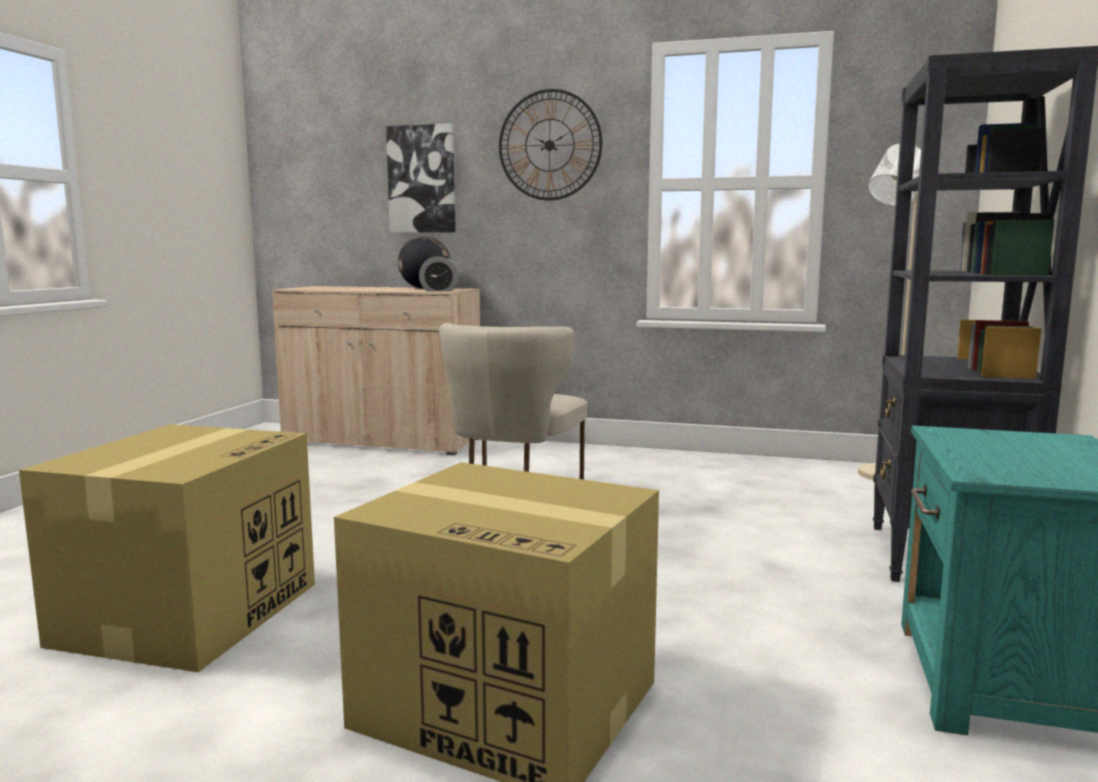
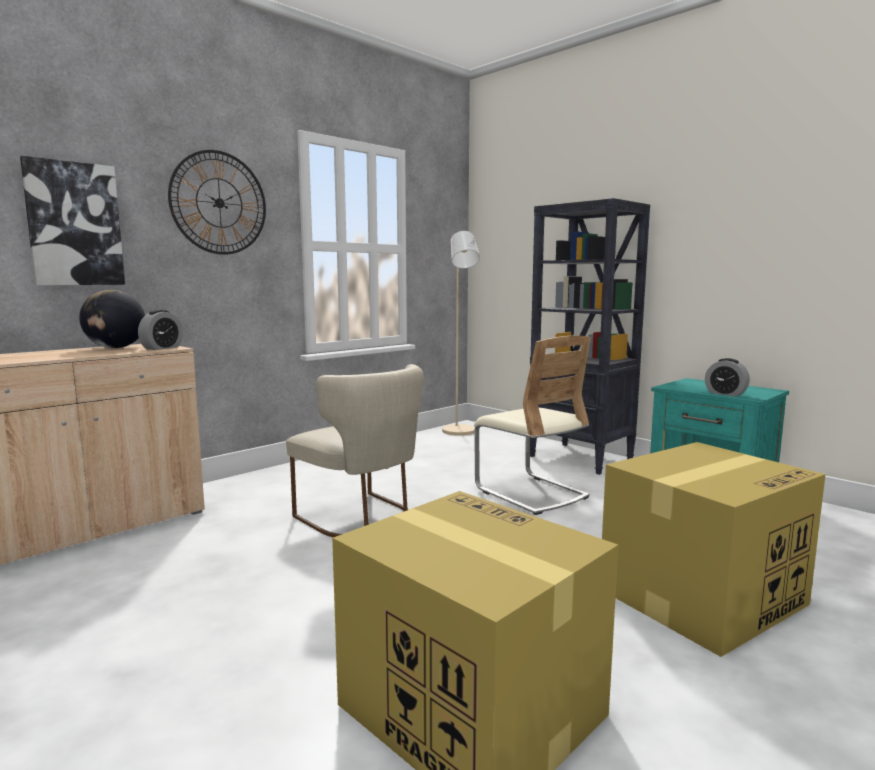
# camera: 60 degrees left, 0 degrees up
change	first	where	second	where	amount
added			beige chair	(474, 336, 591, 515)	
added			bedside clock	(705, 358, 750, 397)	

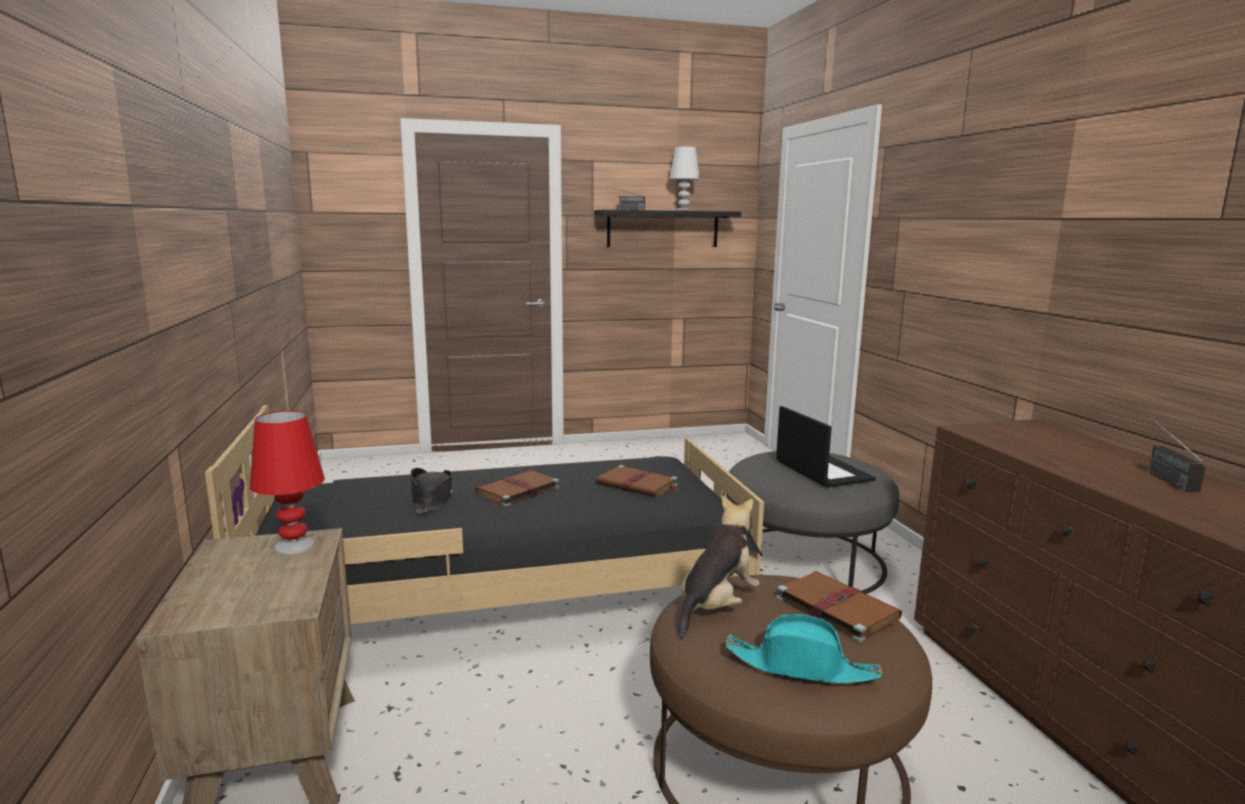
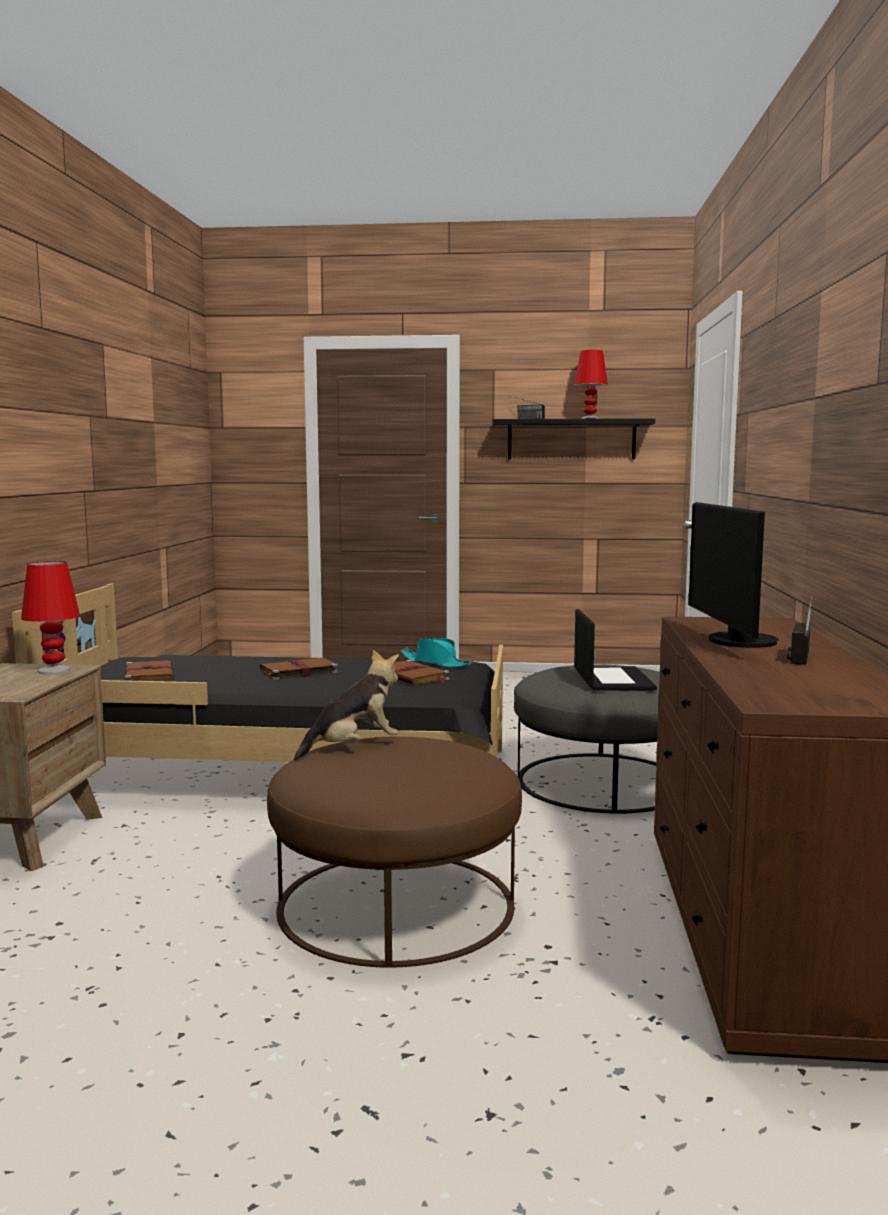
# camera: 20 degrees right, 5 degrees down
change	first	where	second	where	amount
moved	brown volume	(776, 572, 902, 642)		(125, 660, 174, 681)	
moved	turquoise wearable hat	(725, 614, 882, 684)		(400, 638, 472, 667)	
recoloured	white tabletop lamp	(670, 147, 700, 211)	red-coloured tabletop lamp	(574, 350, 608, 419)	
added			computer display	(688, 502, 779, 648)	
removed	blackish wearable hat	(410, 468, 453, 513)			

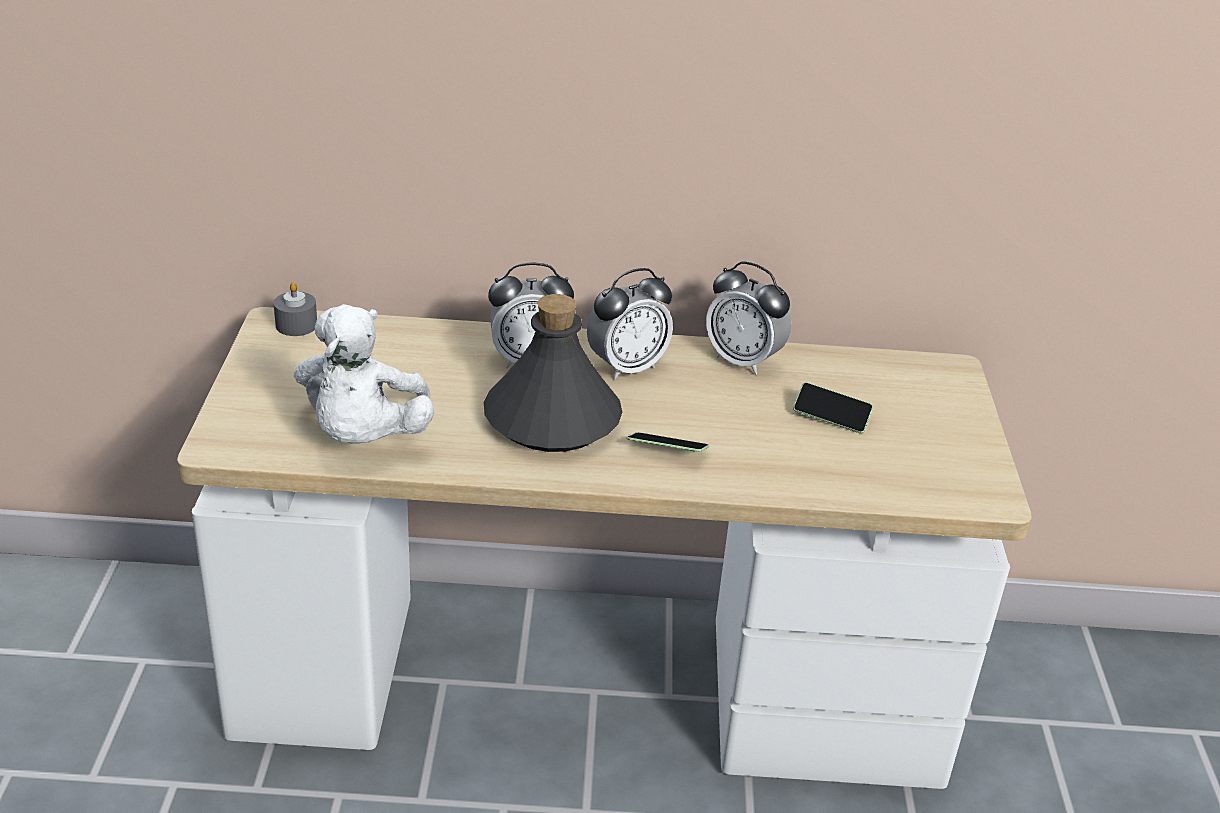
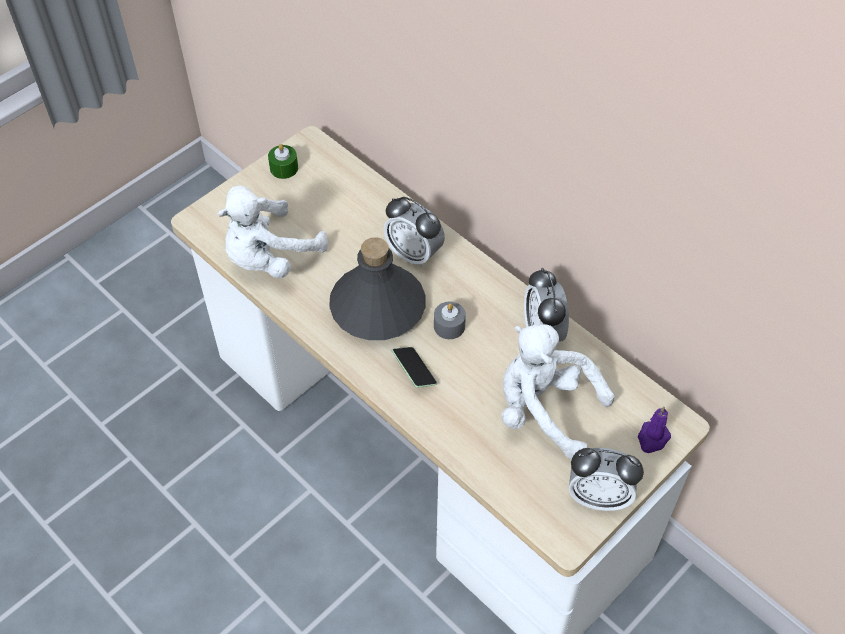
# camera: 45 degrees right, 20 degrees up
change	first	where	second	where	amount
added			green-coloured wax light	(268, 144, 298, 179)	
moved	greyish wax light	(274, 282, 317, 336)		(434, 302, 466, 339)	
replaced	telephone	(793, 382, 873, 433)	white cuddly toy	(501, 324, 615, 460)	
moved	bedside clock	(587, 268, 673, 380)		(569, 448, 644, 511)	
added			purplish wax light	(638, 406, 671, 453)	

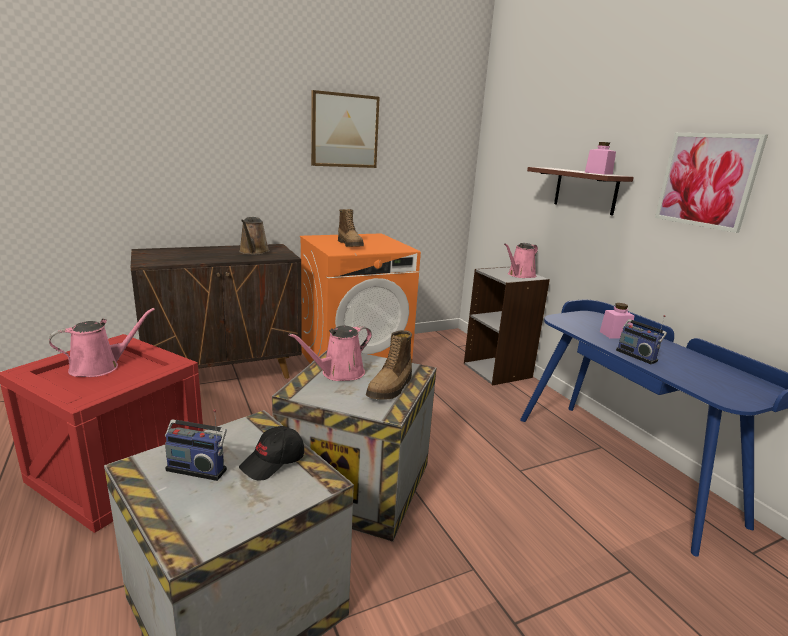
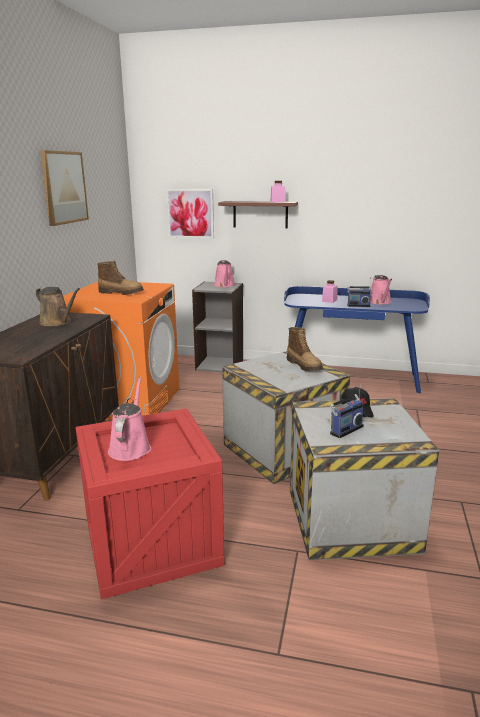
# camera: 50 degrees left, 0 degrees up
change	first	where	second	where	amount
moved	picture	(655, 133, 768, 233)		(166, 189, 214, 239)	
moved	pink sprinkling can	(288, 326, 372, 381)		(370, 275, 392, 305)	

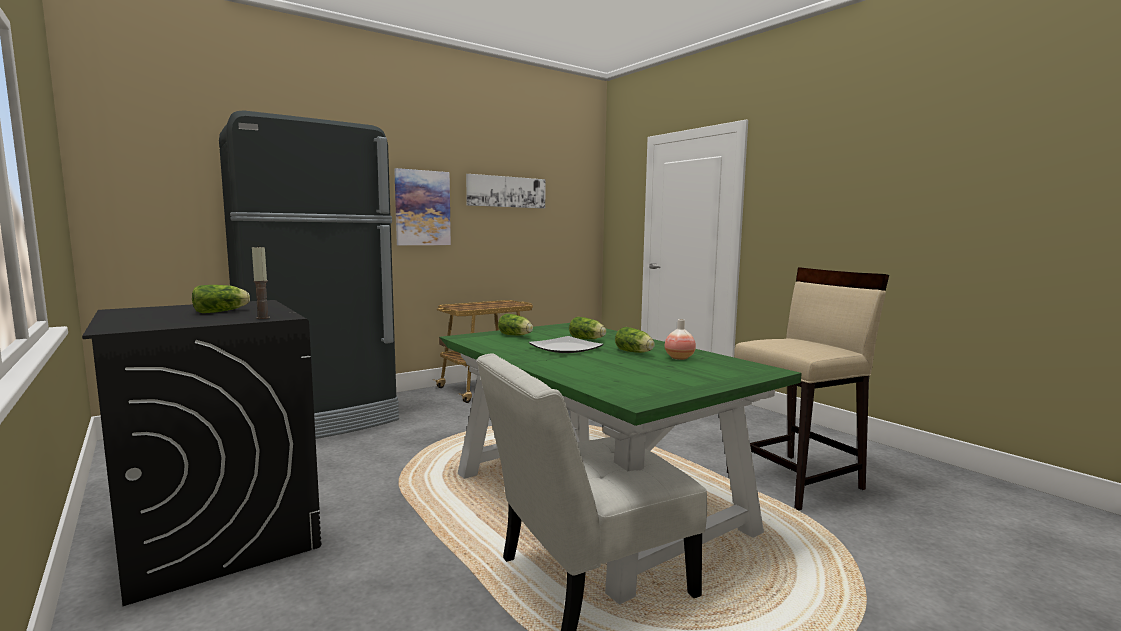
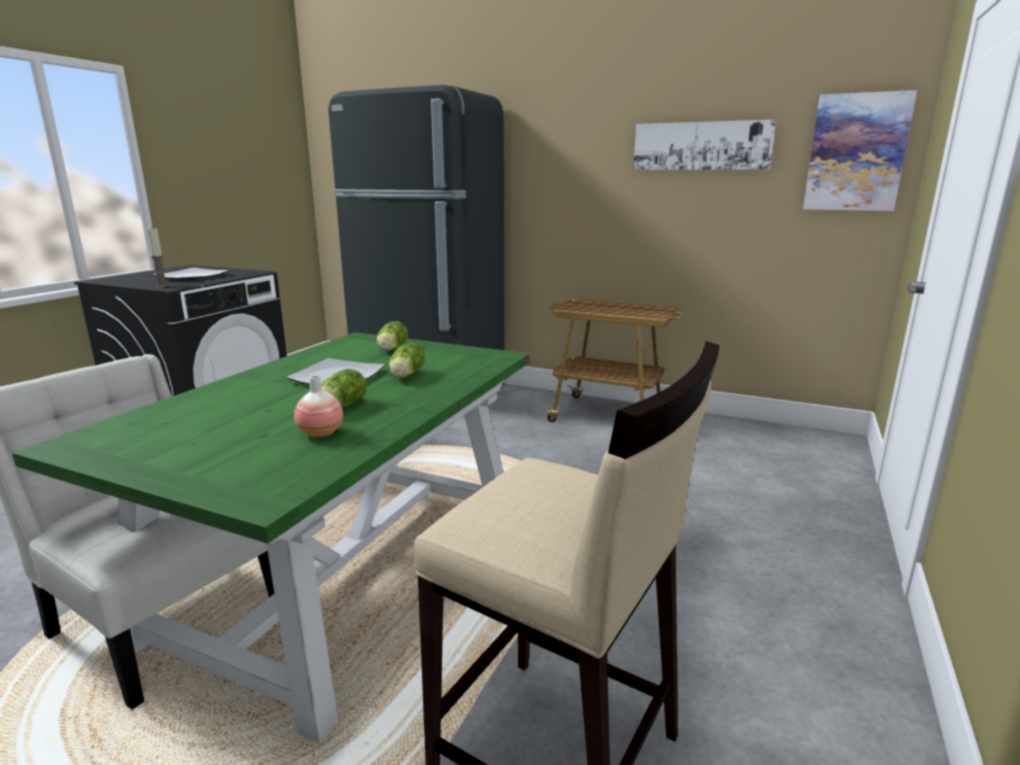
# camera: 60 degrees right, 10 degrees up
change	first	where	second	where	amount
replaced	lettuce head	(192, 285, 250, 313)	flat dish	(153, 268, 229, 280)	
moved	picture	(394, 168, 451, 245)		(803, 90, 917, 211)	

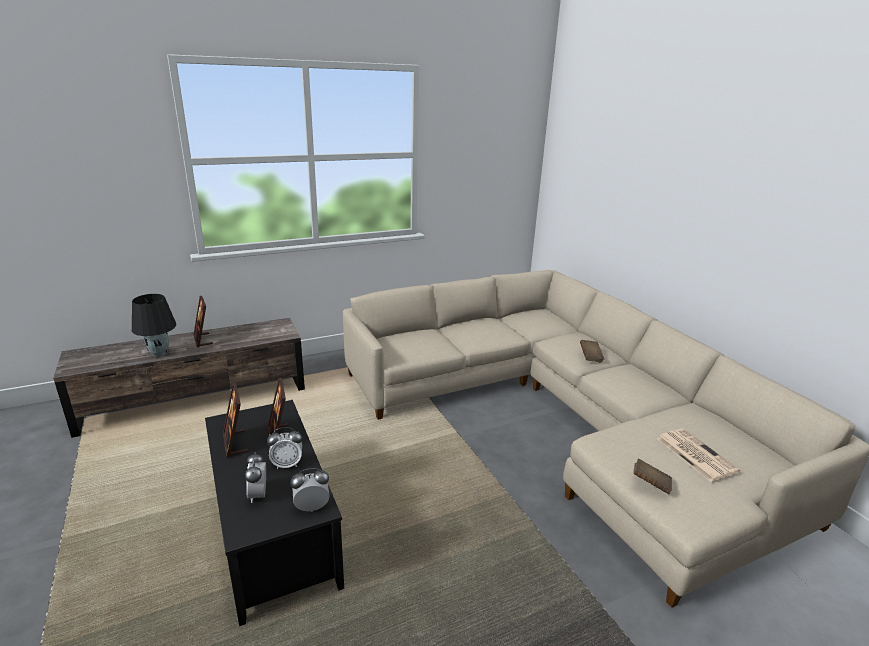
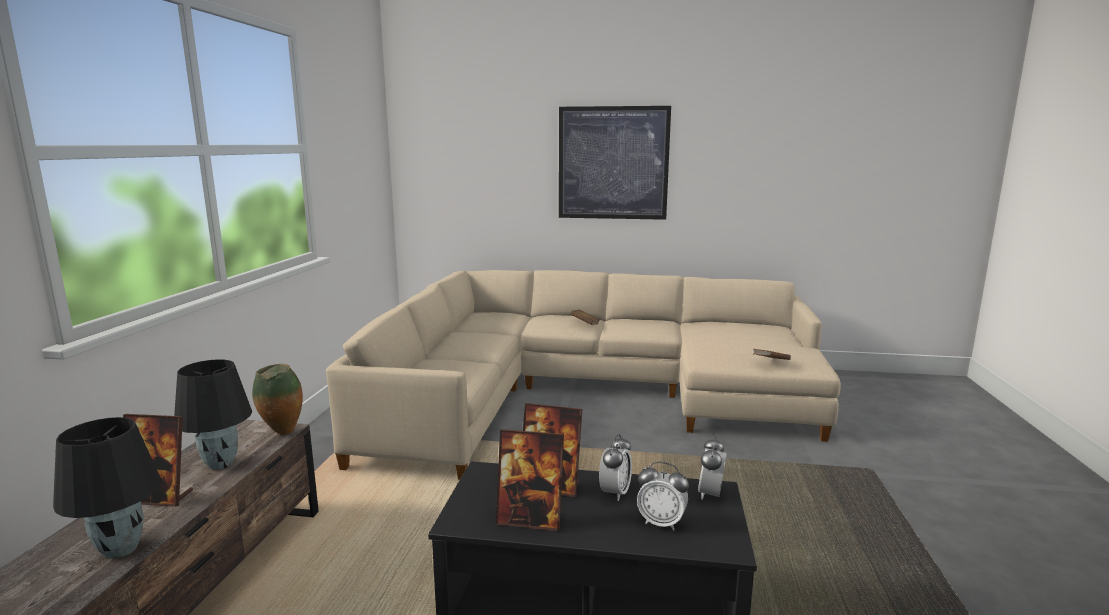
# camera: 55 degrees left, 10 degrees down
change	first	where	second	where	amount
added			blackish tabletop lamp	(174, 359, 252, 470)	
added			decorative vase	(252, 364, 303, 435)	
added			picture	(559, 106, 671, 220)	
removed	daily paper	(657, 429, 740, 482)			

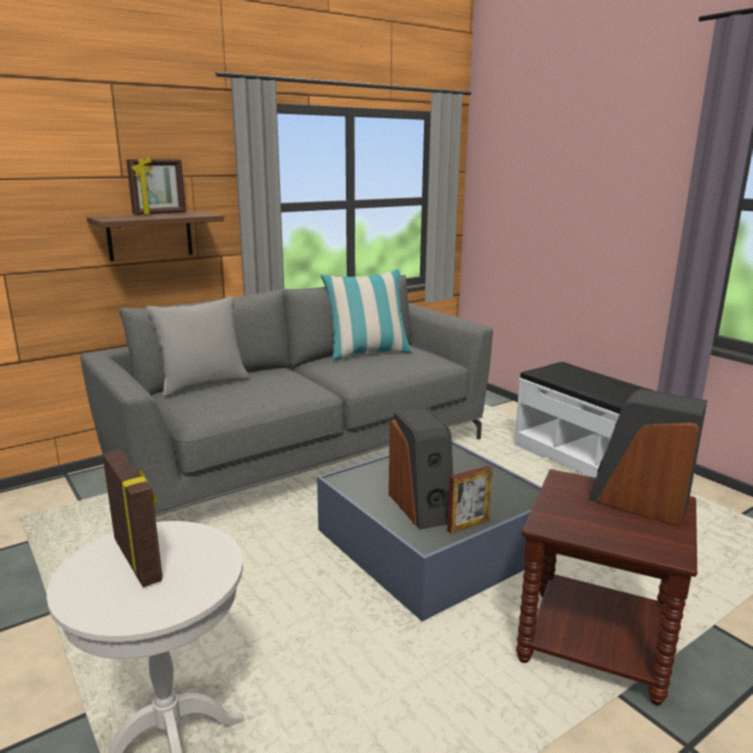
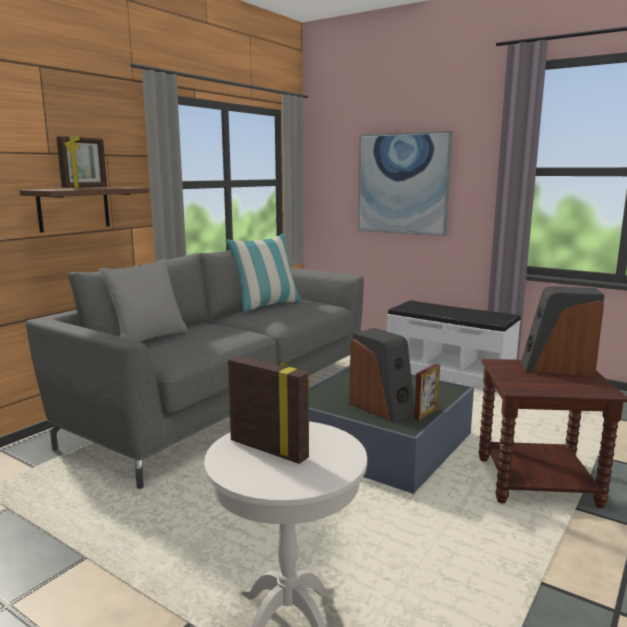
# camera: 20 degrees left, 5 degrees down
change	first	where	second	where	amount
added			picture	(358, 131, 453, 236)	

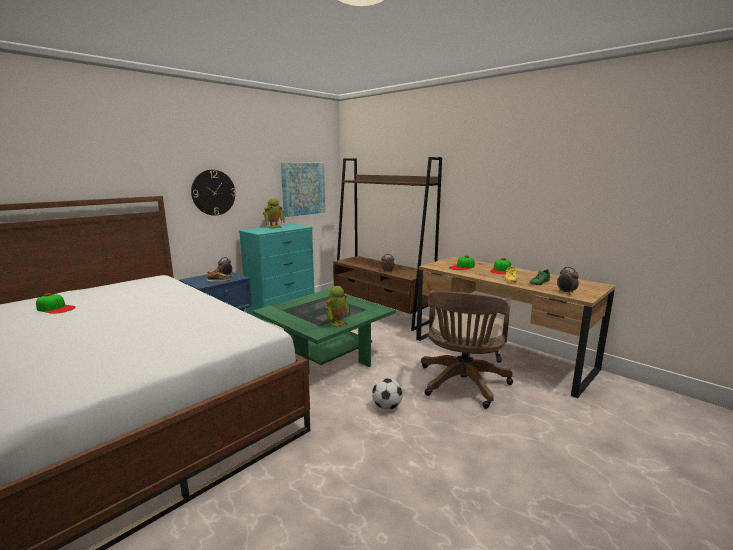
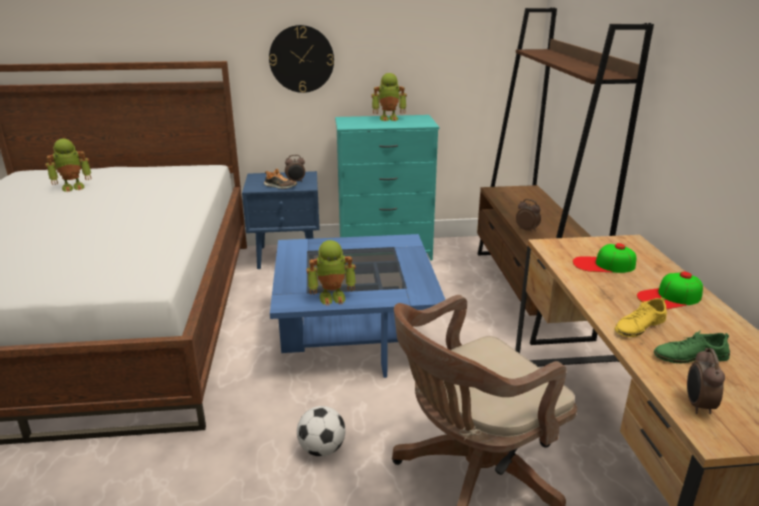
# camera: 40 degrees right, 10 degrees up
change	first	where	second	where	amount
replaced	peaked cap	(36, 293, 76, 314)	model robot	(45, 139, 92, 192)	
recoloured	green-coloured low table	(253, 289, 396, 374)	blue low table	(270, 234, 446, 378)	
removed	picture	(281, 163, 325, 217)			

